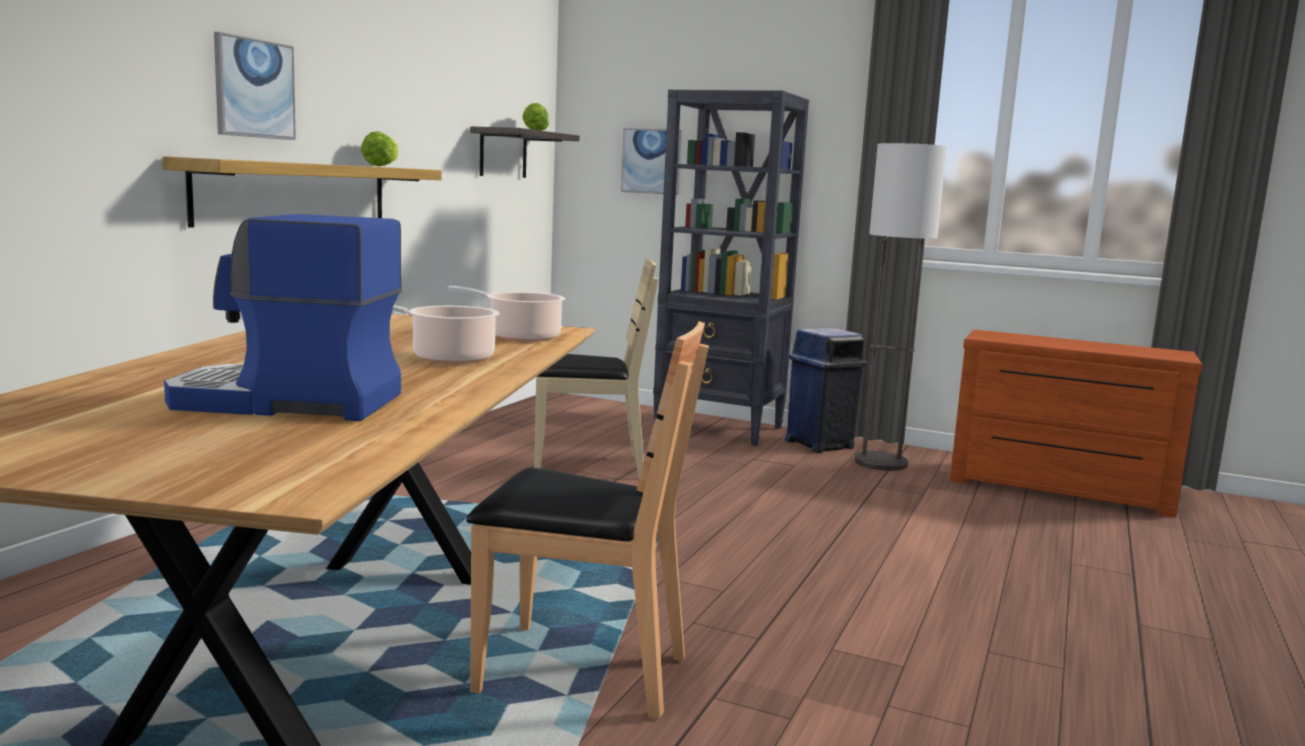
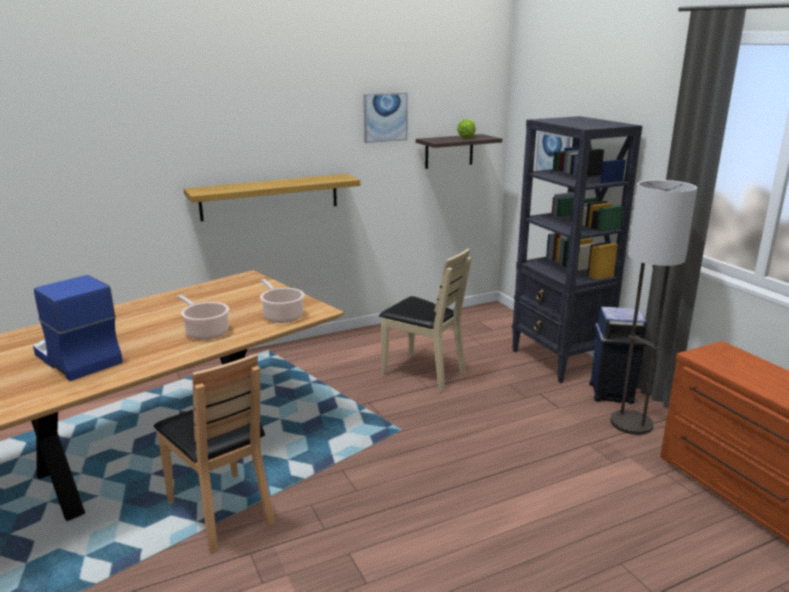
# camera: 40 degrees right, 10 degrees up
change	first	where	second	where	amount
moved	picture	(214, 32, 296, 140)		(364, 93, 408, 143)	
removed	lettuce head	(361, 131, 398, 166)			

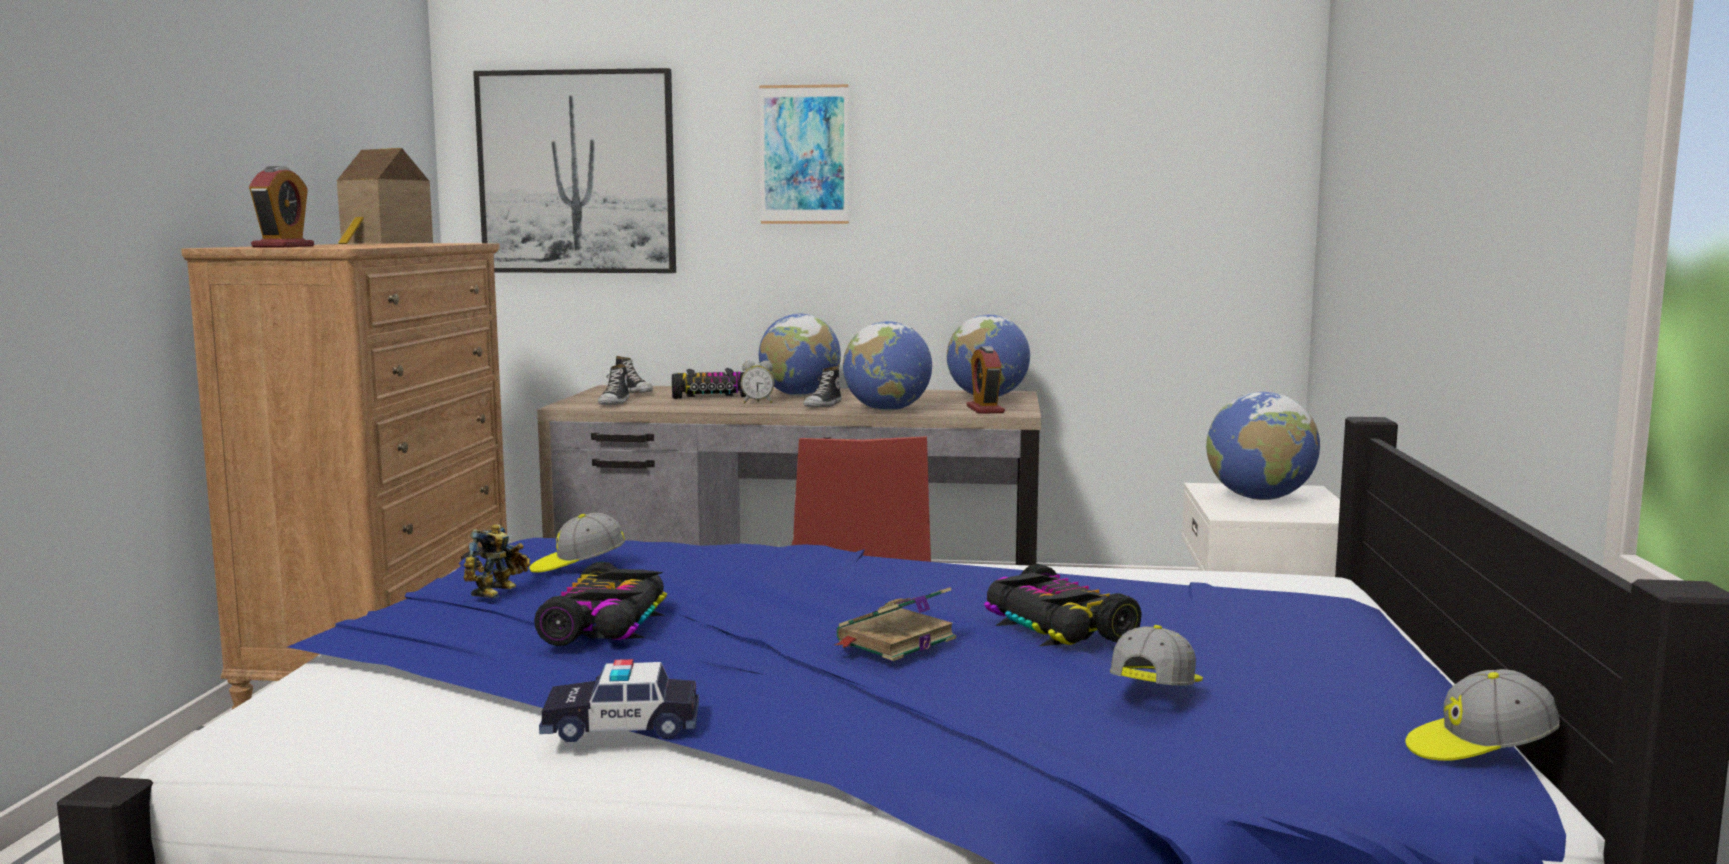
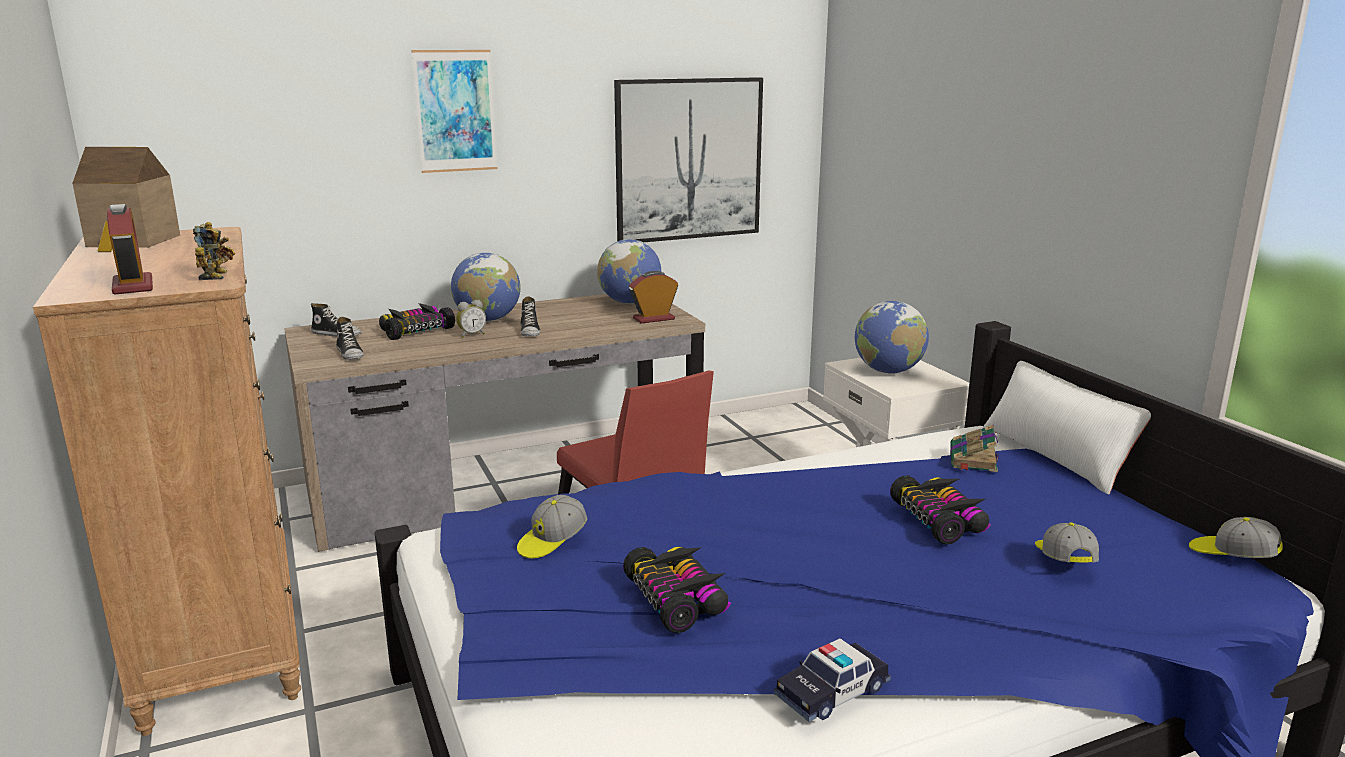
# camera: 30 degrees left, 10 degrees up
change	first	where	second	where	amount
moved	model robot	(463, 524, 530, 598)		(193, 222, 235, 280)	
moved	picture	(473, 68, 676, 273)		(614, 77, 763, 242)	
turned	bedside clock	(966, 346, 1005, 414)		(629, 271, 678, 324)	105 degrees clockwise
turned	model car	(984, 564, 1142, 646)		(890, 475, 991, 544)	135 degrees counterclockwise
moved	volume	(834, 587, 956, 661)		(950, 425, 999, 472)	
added			white pillow	(982, 361, 1151, 494)	
turned	peaked cap	(1405, 669, 1560, 761)		(1189, 517, 1283, 558)	75 degrees clockwise
removed	globe	(843, 321, 932, 411)			

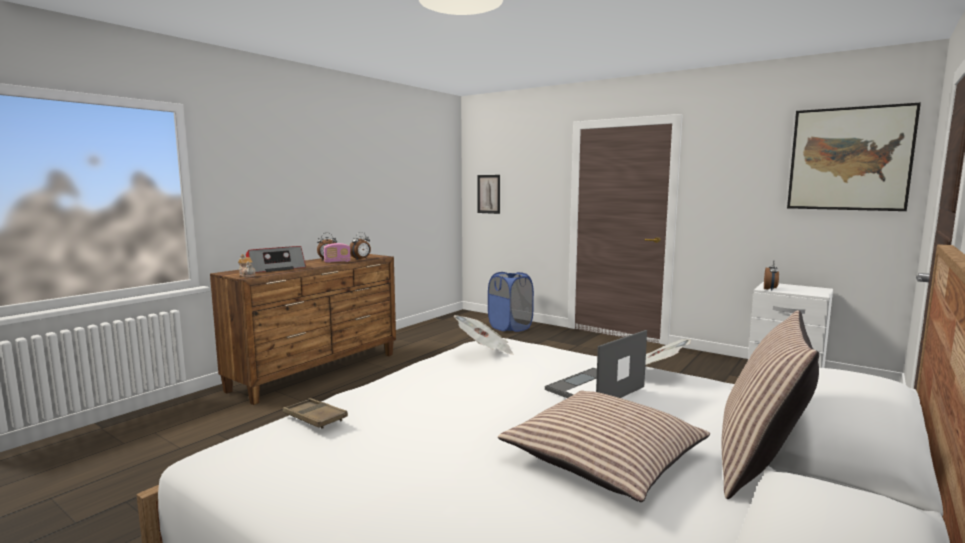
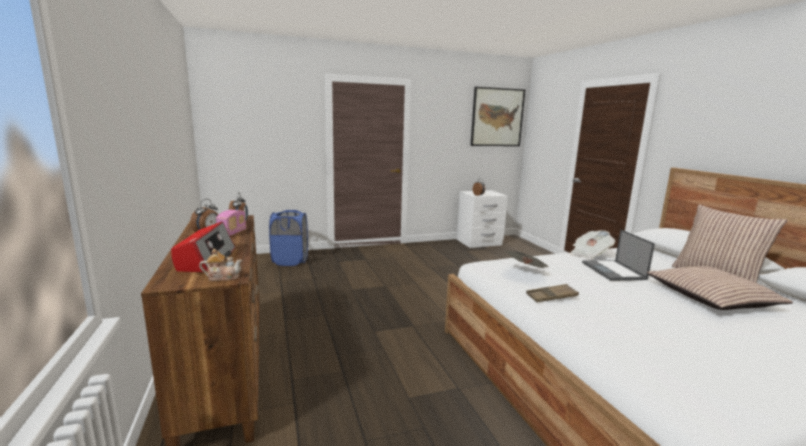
# camera: 55 degrees left, 5 degrees up
change	first	where	second	where	amount
moved	brown serving tray	(283, 398, 348, 429)		(526, 284, 579, 302)	
removed	picture	(478, 175, 500, 214)			

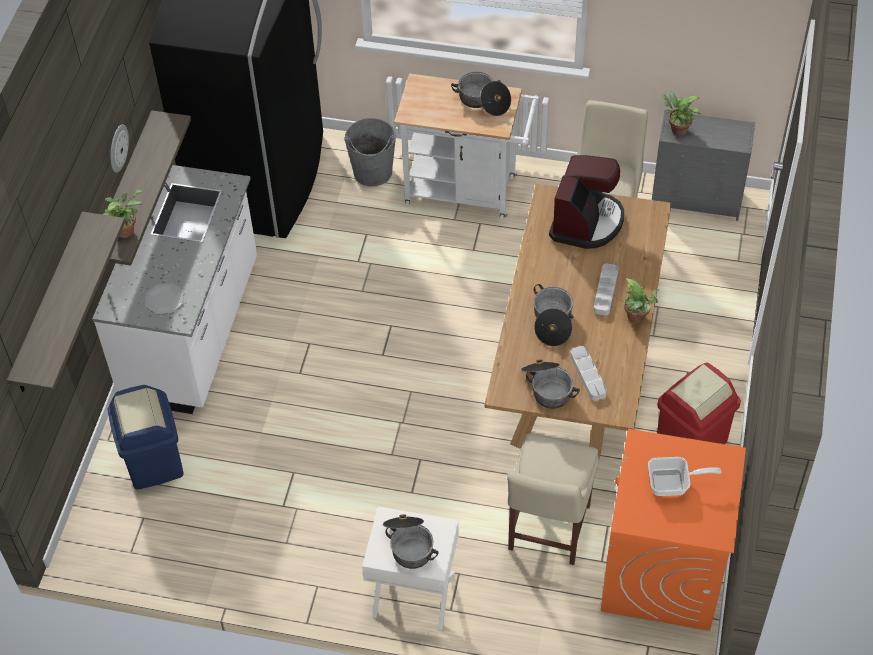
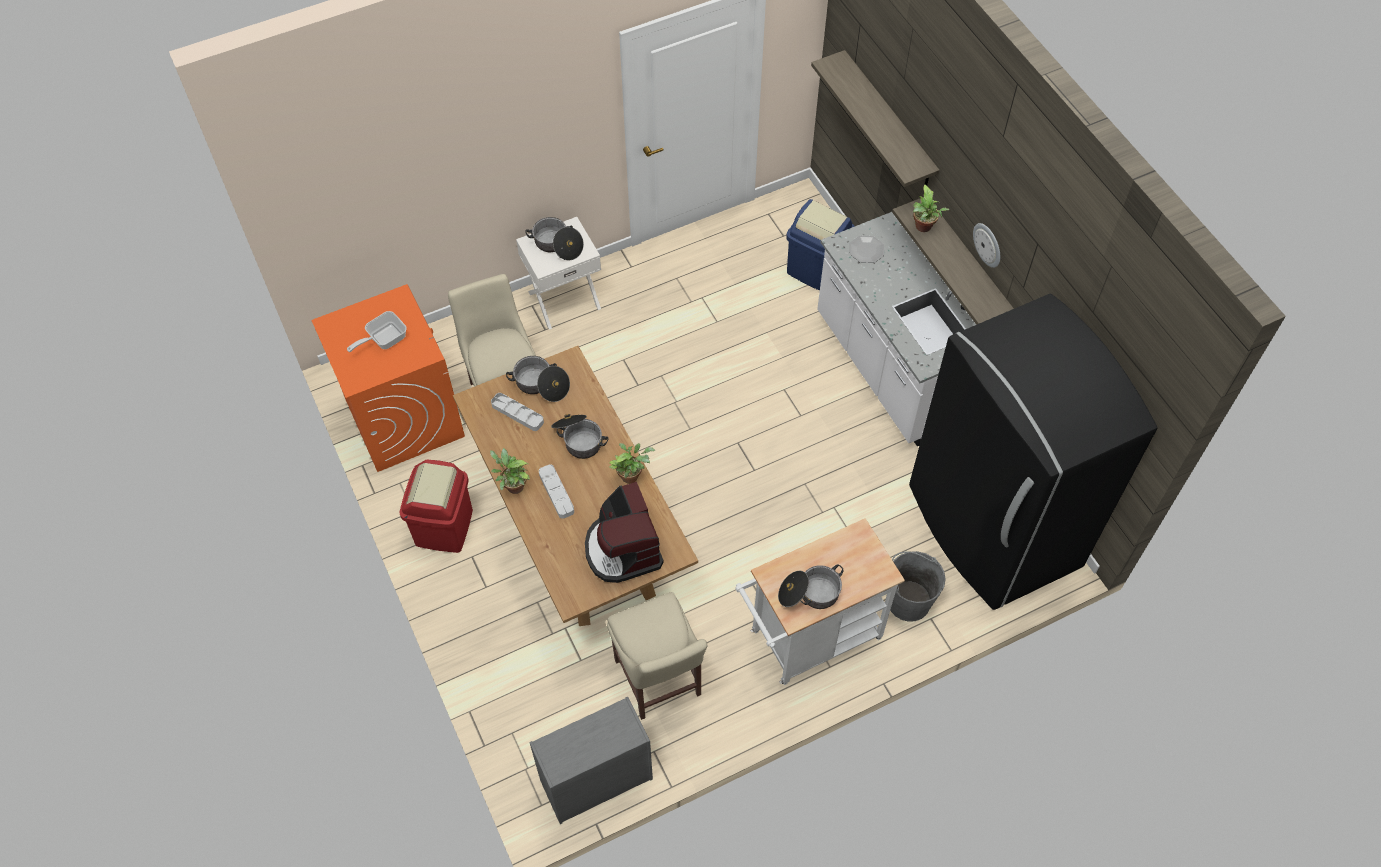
# camera: 140 degrees right, 5 degrees up
change	first	where	second	where	amount
moved	houseplant	(660, 91, 701, 136)		(609, 443, 655, 484)	

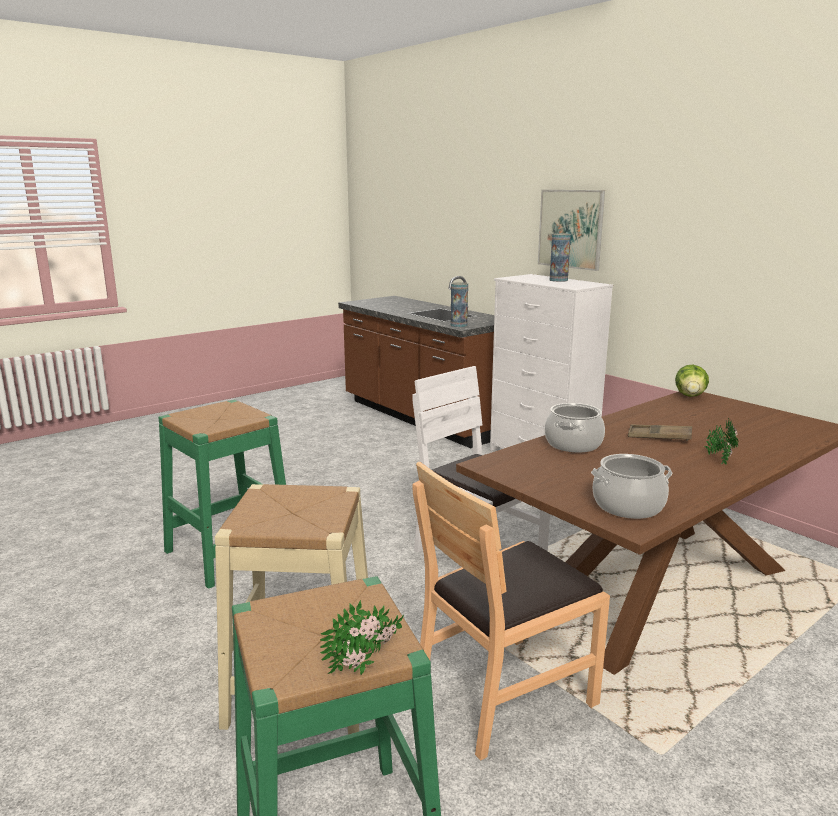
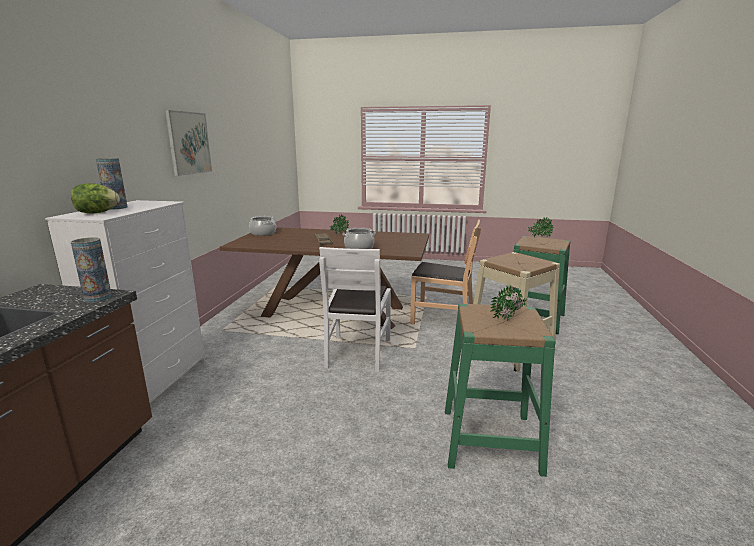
# camera: 130 degrees left, 0 degrees up
change	first	where	second	where	amount
moved	lettuce head	(675, 365, 709, 397)		(71, 183, 120, 214)	
moved	picture	(538, 190, 605, 271)		(165, 110, 212, 176)	
moved	saucepot	(591, 454, 672, 519)		(249, 216, 276, 236)	
added			houseplant	(490, 285, 527, 321)	

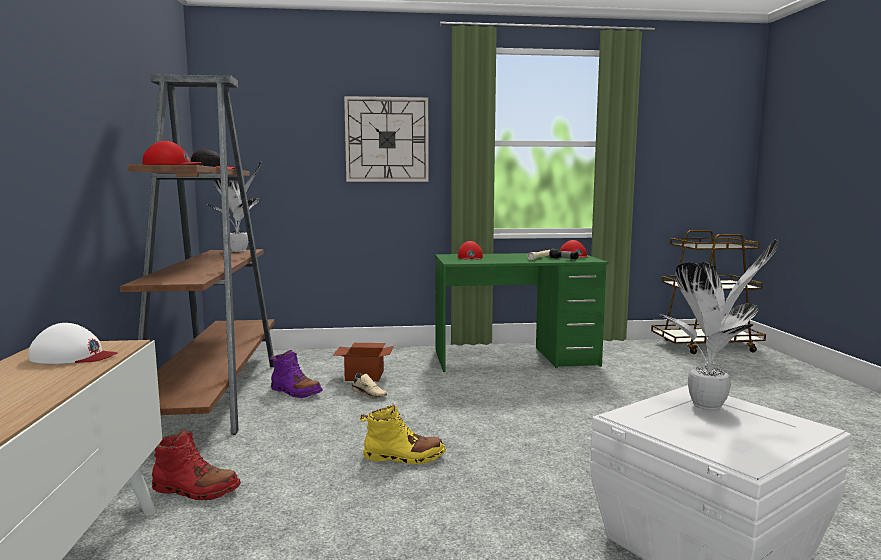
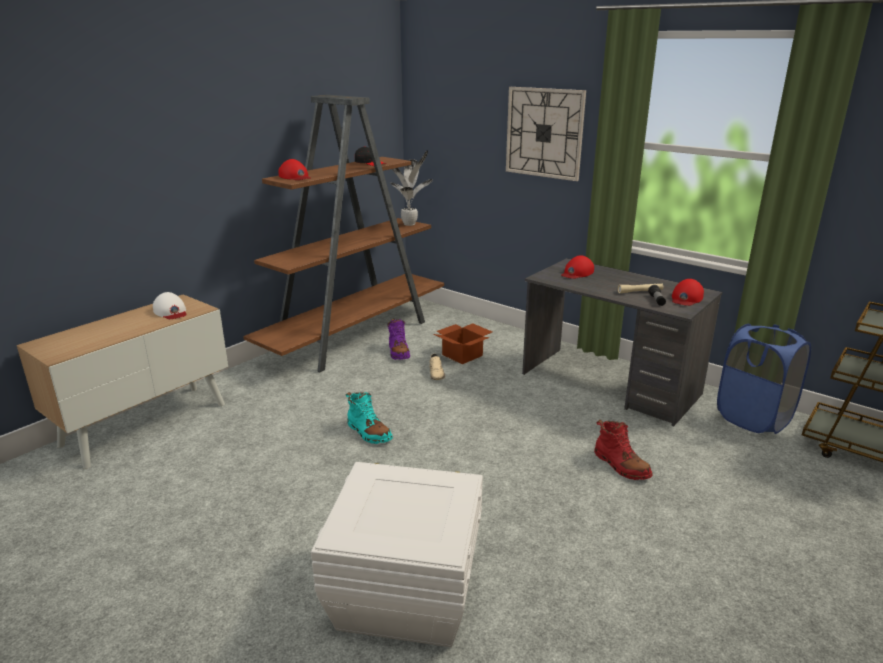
# camera: 45 degrees right, 15 degrees up
change	first	where	second	where	amount
recoloured	yellowish tall boot	(360, 404, 446, 464)	turquoise tall boot	(346, 392, 393, 444)	
recoloured	green-coloured desk	(435, 253, 609, 372)	greyish desk	(522, 258, 722, 426)	
moved	red-coloured tall boot	(152, 429, 241, 500)		(594, 420, 653, 480)	
added			blue laundry basket	(717, 324, 811, 434)	
removed	houseplant	(658, 239, 779, 410)			

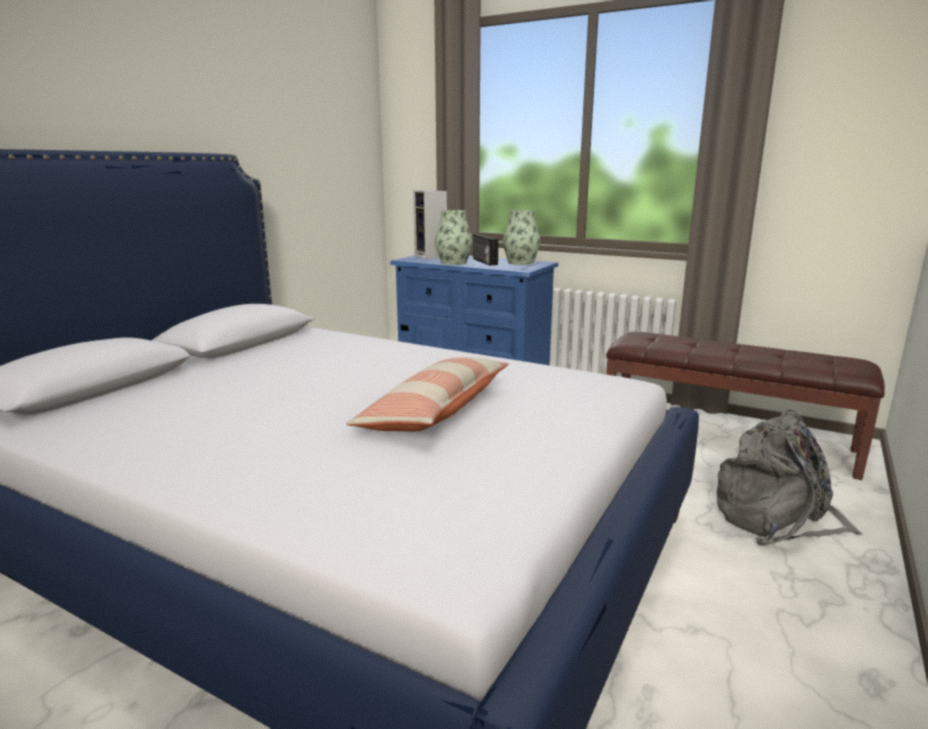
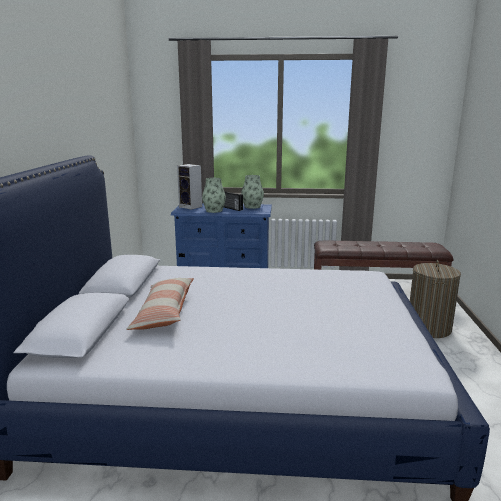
# camera: 25 degrees left, 0 degrees up
change	first	where	second	where	amount
moved	pillow	(346, 357, 509, 432)		(126, 278, 194, 330)	
replaced	greyish backpack	(717, 410, 863, 546)	laundry basket	(410, 260, 461, 338)	

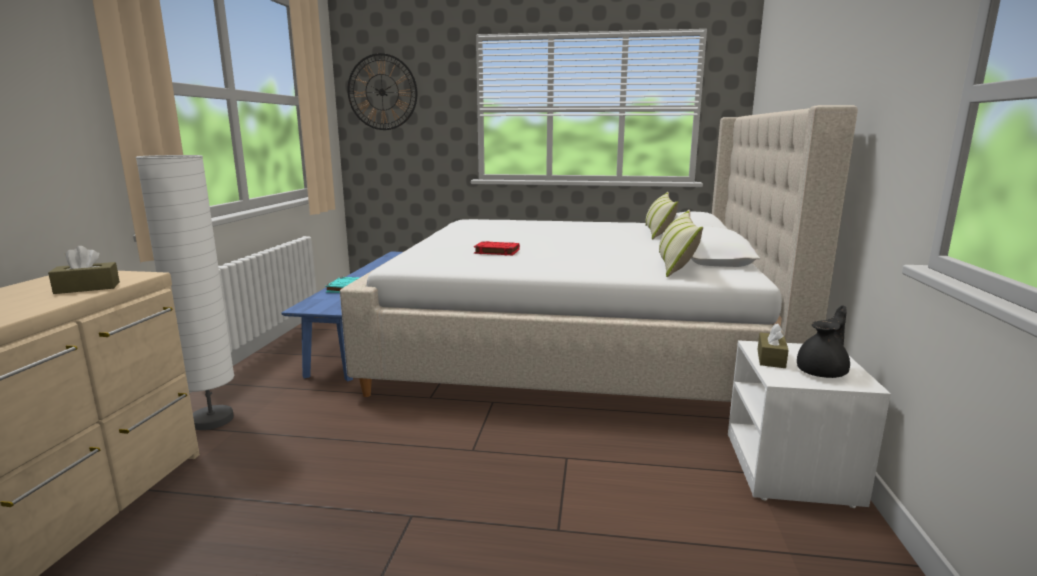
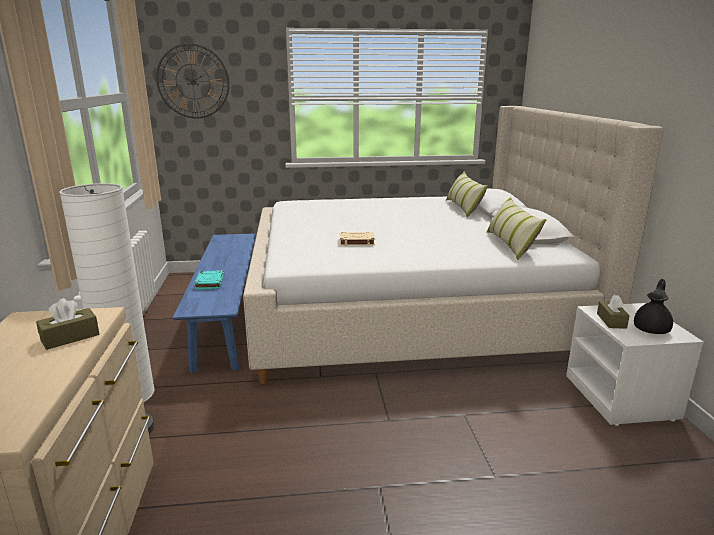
# camera: 15 degrees left, 5 degrees up
change	first	where	second	where	amount
recoloured	red-coloured volume	(474, 241, 520, 256)	beige volume	(340, 232, 375, 246)	

